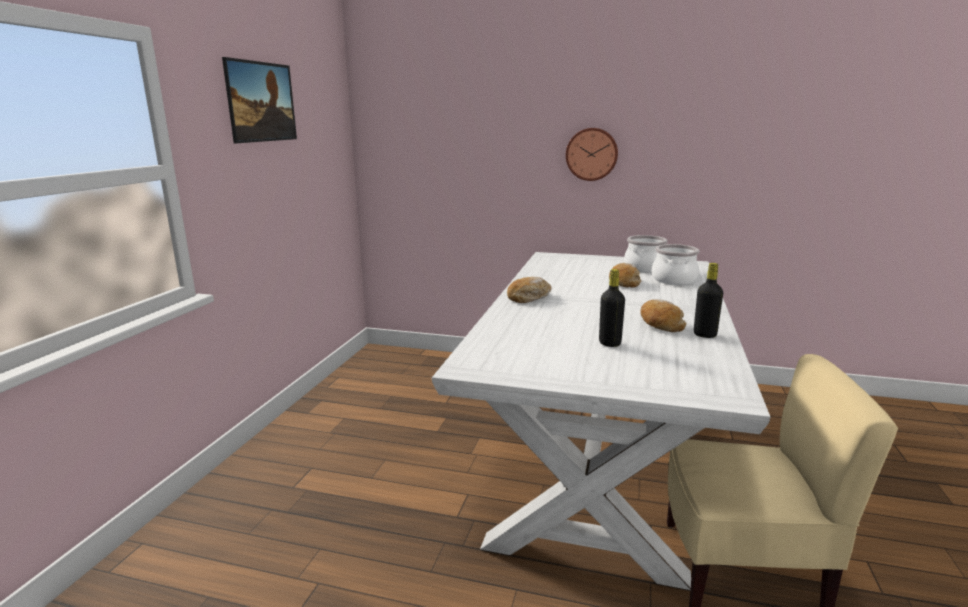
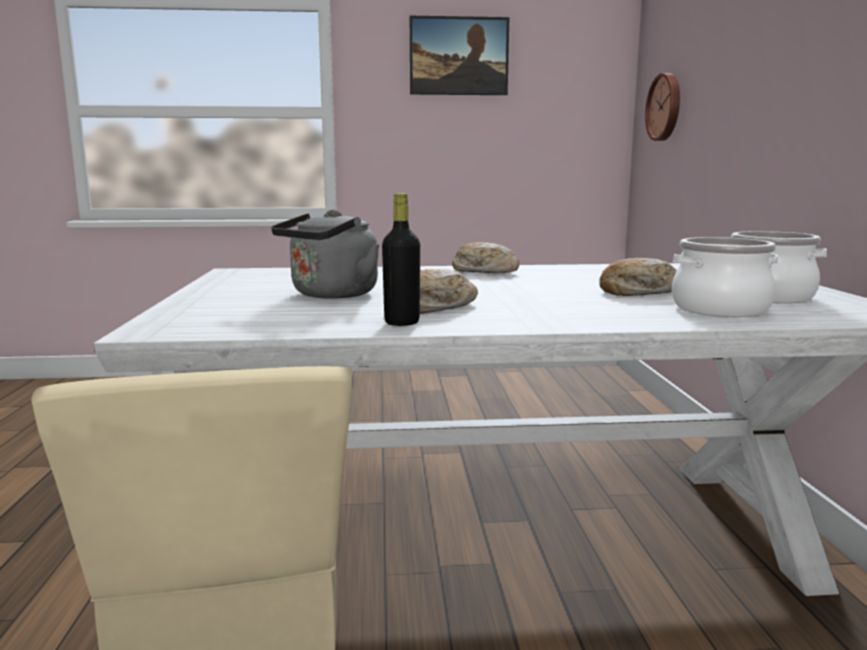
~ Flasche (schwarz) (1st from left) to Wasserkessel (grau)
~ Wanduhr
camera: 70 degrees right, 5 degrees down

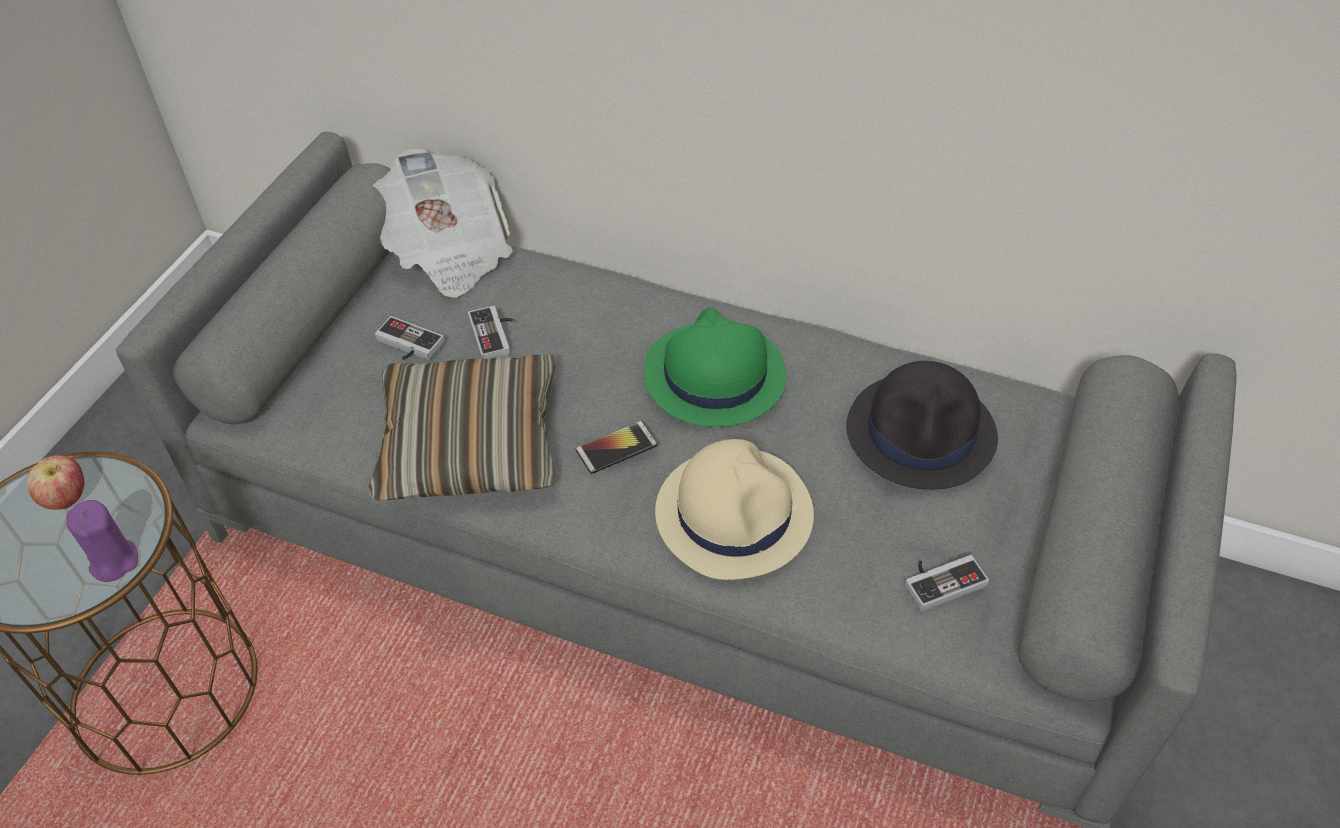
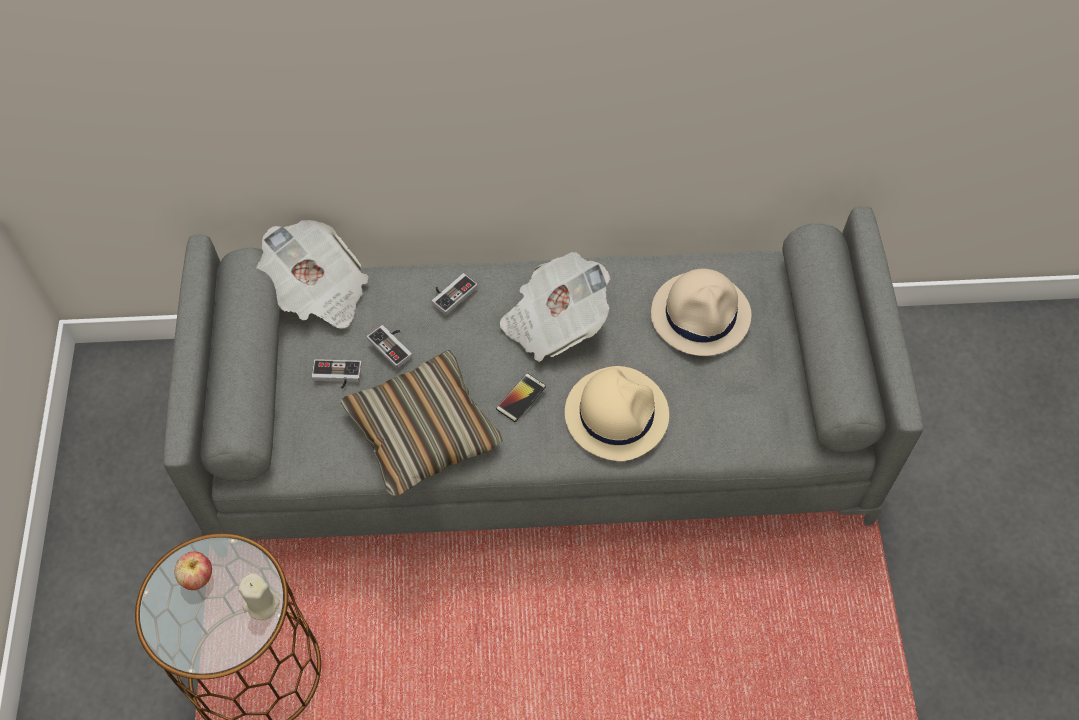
~ Kerze (lila) to Kerze (beige)
~ Gamepad (3rd from left)
~ Hut (grün) to Zeitung (2nd from left)
~ Hut (schwarz) to Hut (beige) (2nd from left)
camera: 25 degrees left, 10 degrees up

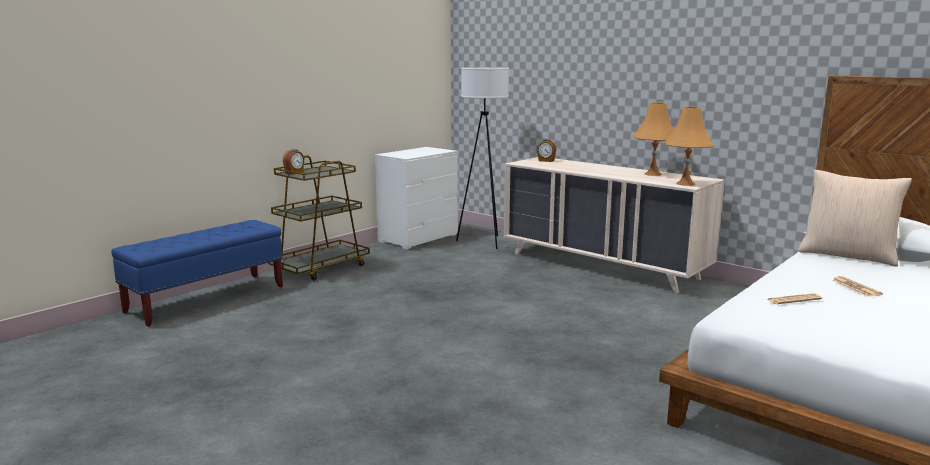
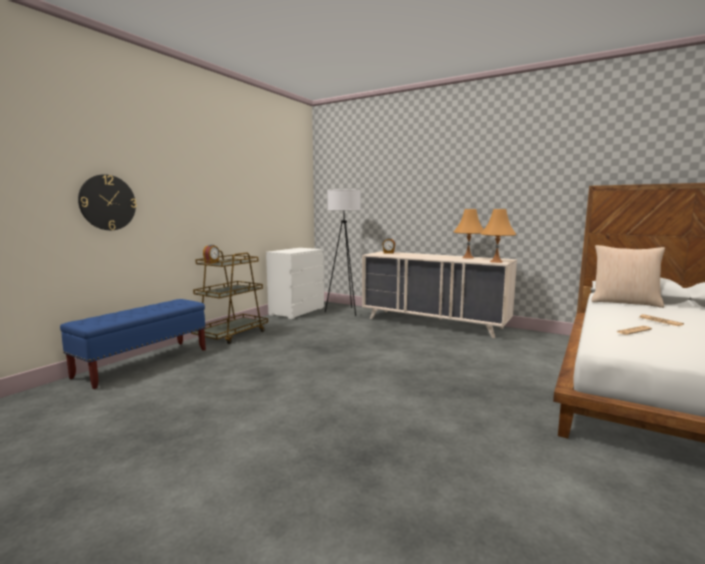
+ Wanduhr
camera: 10 degrees left, 5 degrees down

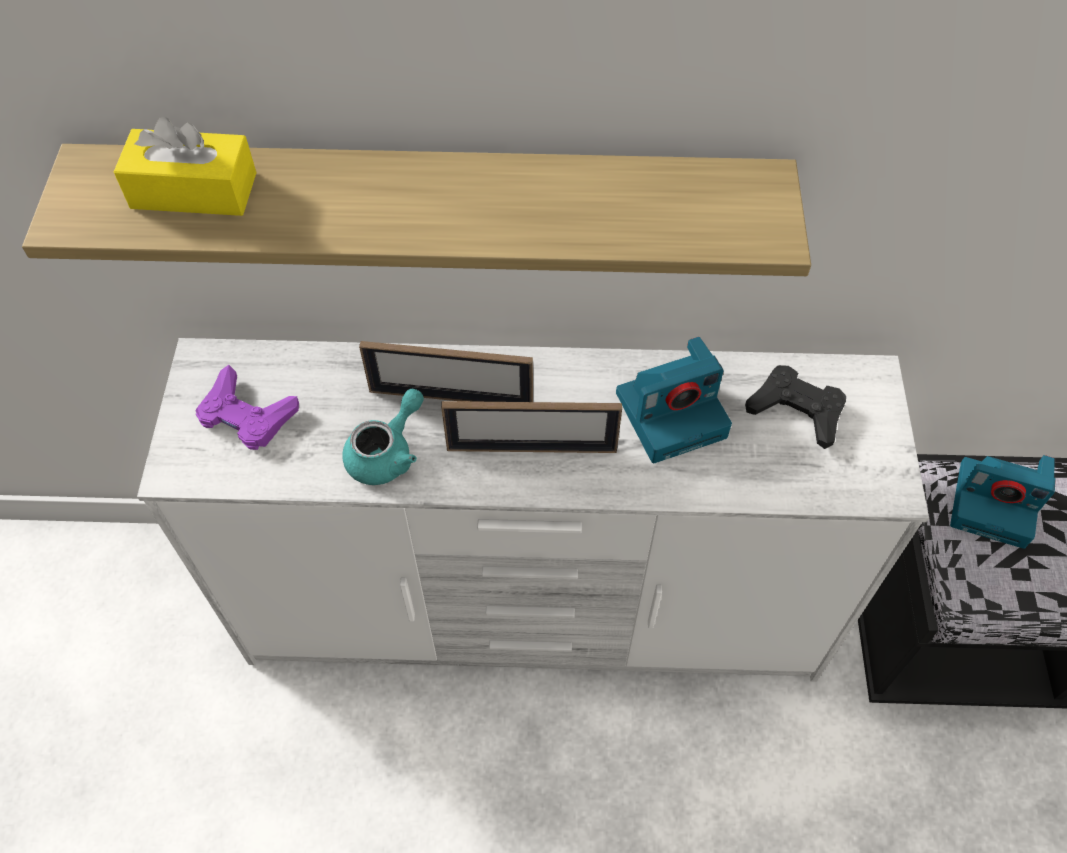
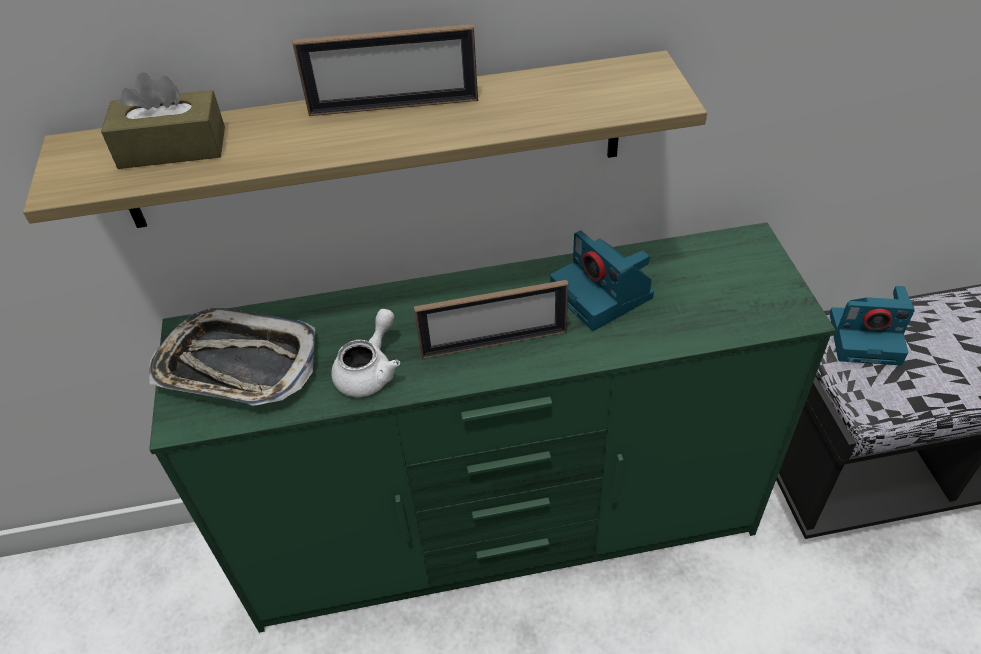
~ Taschentuchbox (gelb) to Taschentuchbox (braun)
~ Kommode (weiß) to Kommode (grün)
~ Gamepad (lila) to Tablett
~ Bilderrahmen (1st from left)
~ Teekanne (türkis) to Teekanne (weiß)
~ Kamera (1st from left) 90 degrees clockwise
- Gamepad (schwarz)
camera: 10 degrees left, 10 degrees down

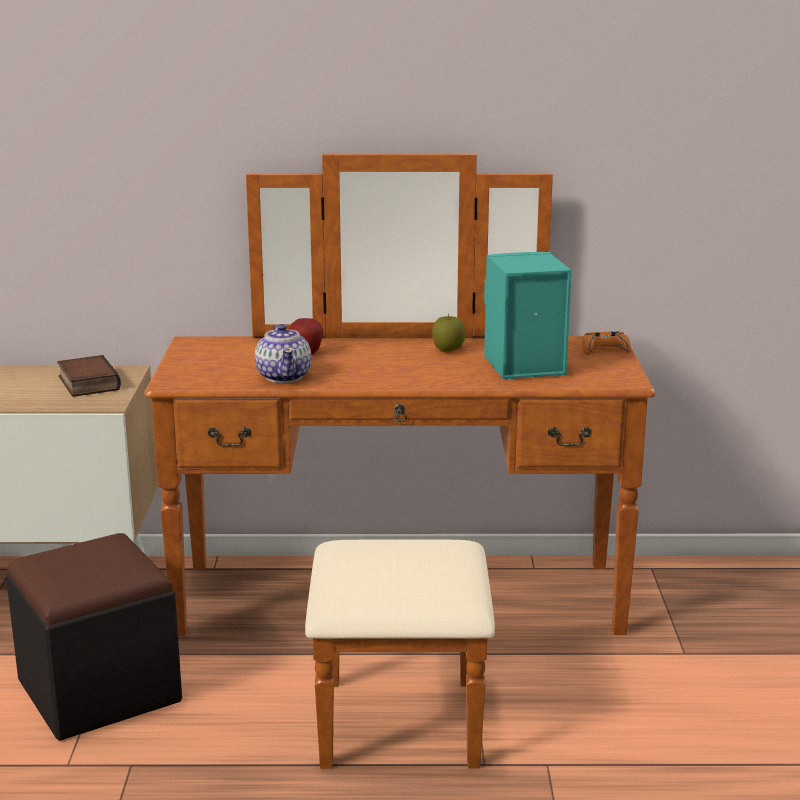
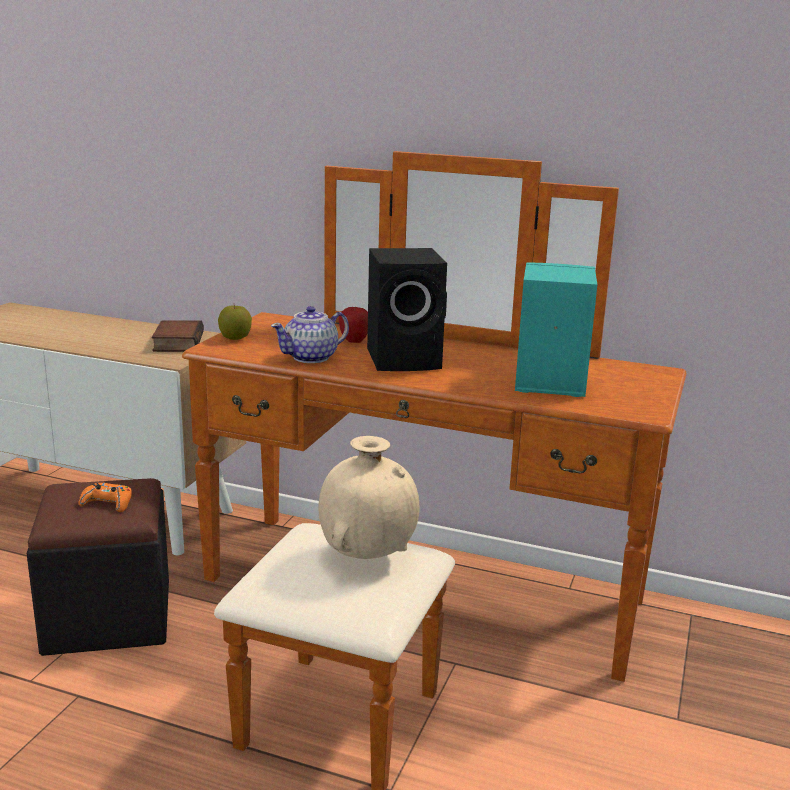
~ Gamepad (orange)
~ Apfel (2nd from left in the first image) to Apfel (1st from left)
~ Teekanne 45 degrees clockwise
+ Vase (beige)
+ Lautsprecher (schwarz)
camera: 20 degrees right, 0 degrees up

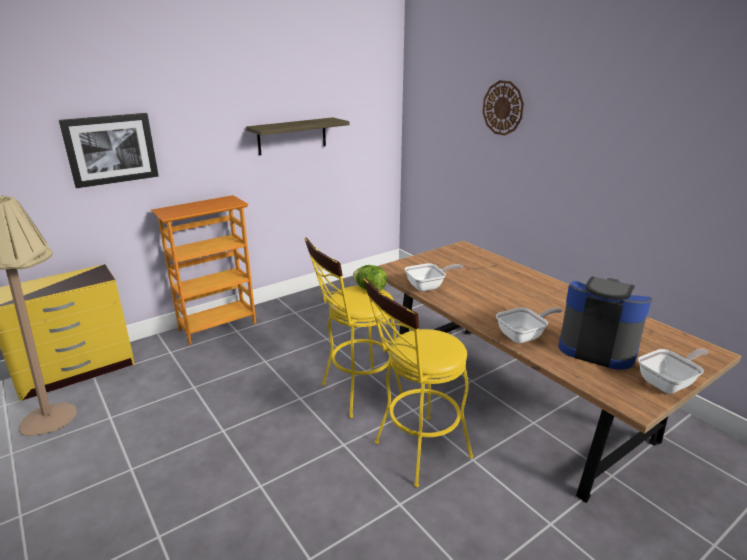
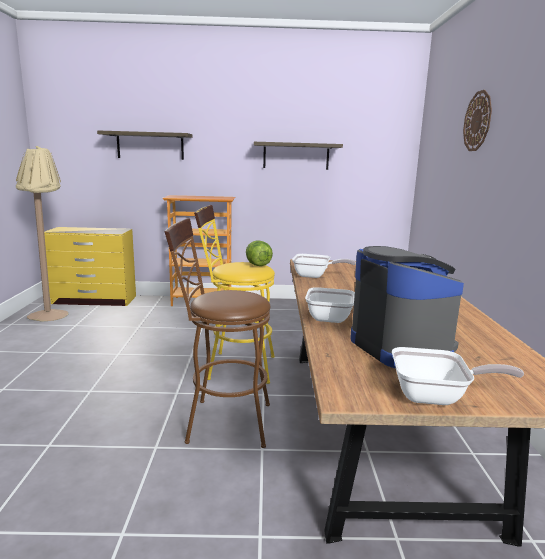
~ Bild to Wandregal (1st from left)
~ Hocker (gelb) (2nd from left) to Hocker (braun)
camera: 35 degrees right, 10 degrees down

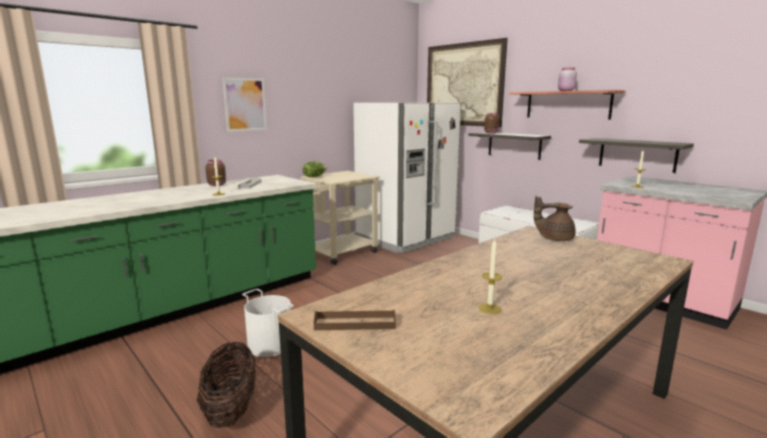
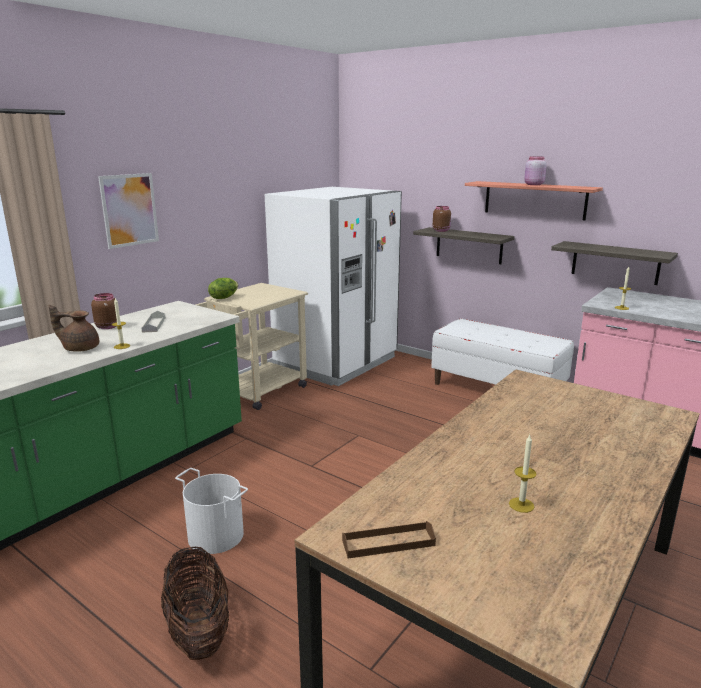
~ Teekanne (braun)
- Bild (2nd from left)
camera: 10 degrees left, 5 degrees up

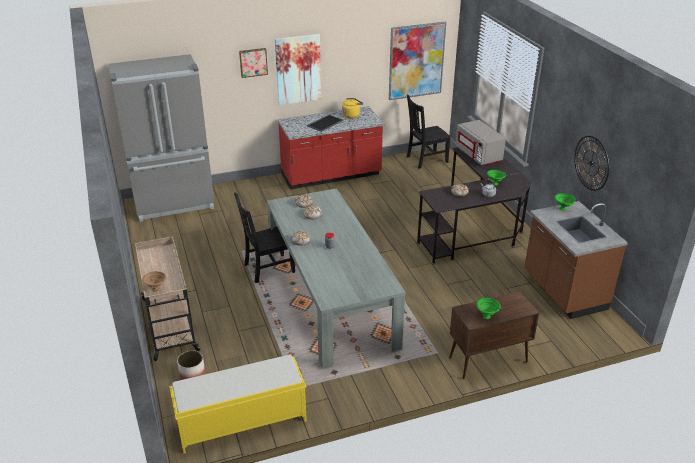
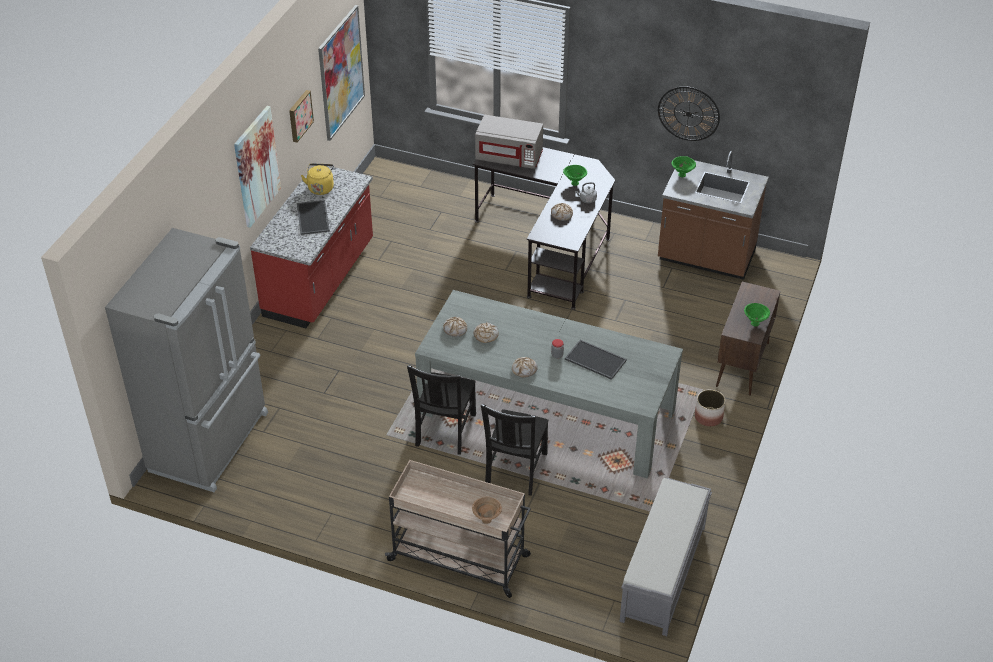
~ Bild (1st from left in the first image) to Bild (2nd from left)
~ Stuhl (schwarz) (2nd from left)
+ Tablett (2nd from left)
~ Bank (gelb) to Bank (grau)
~ Pflanzkübel
camera: 50 degrees left, 10 degrees up

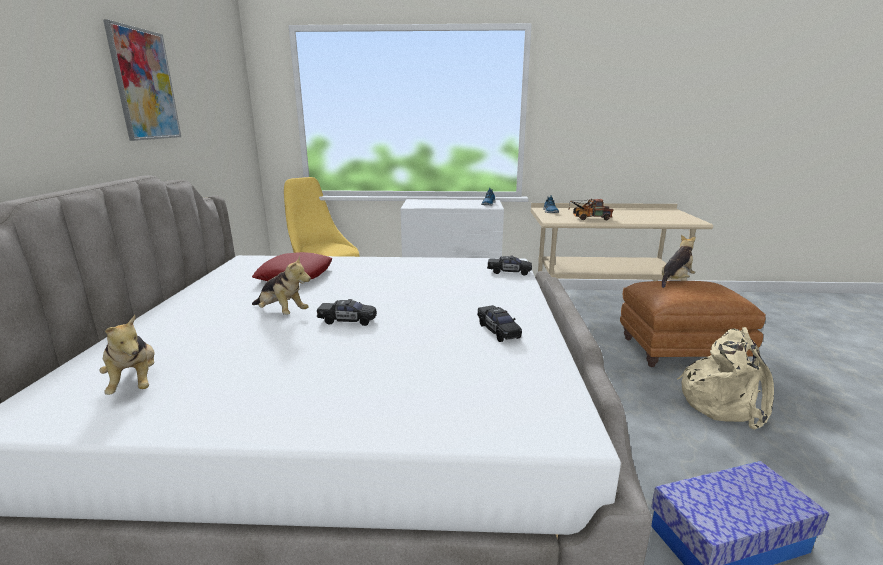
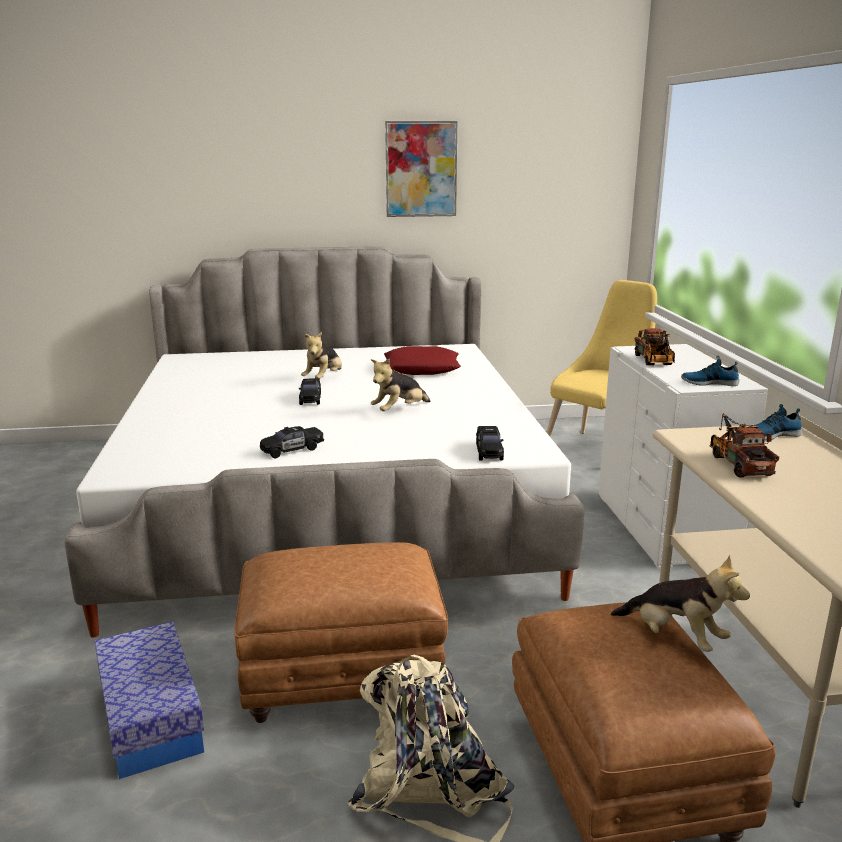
+ Polsterhocker (braun) (1st from left)
~ Plüschtier (1st from left in the first image) to Plüschtier (2nd from left)
+ Spielzeuglaster (1st from left)
camera: 80 degrees right, 0 degrees up

